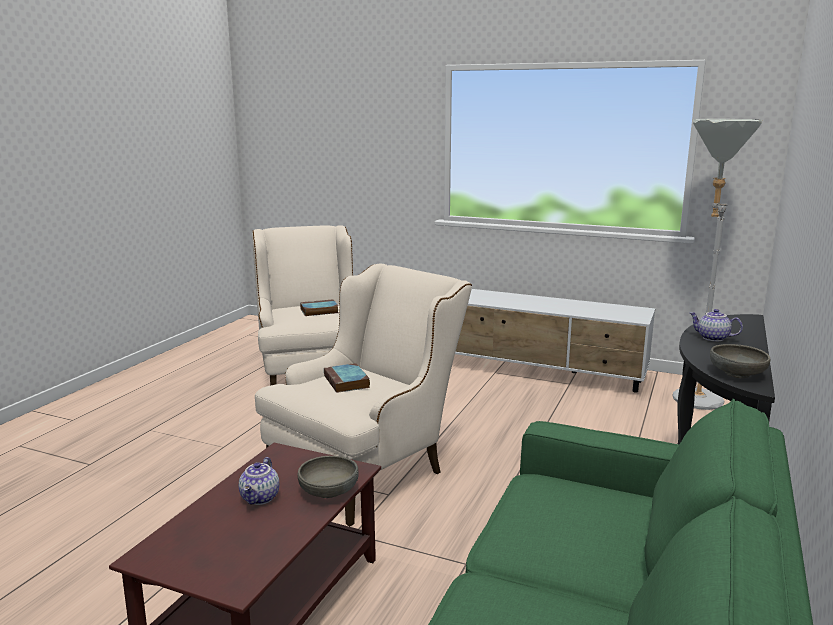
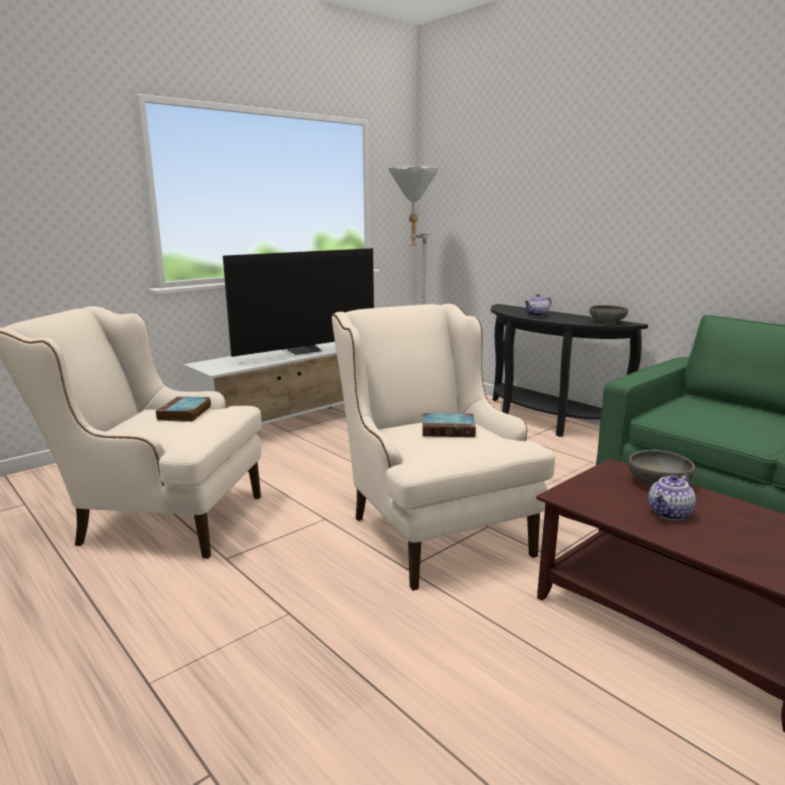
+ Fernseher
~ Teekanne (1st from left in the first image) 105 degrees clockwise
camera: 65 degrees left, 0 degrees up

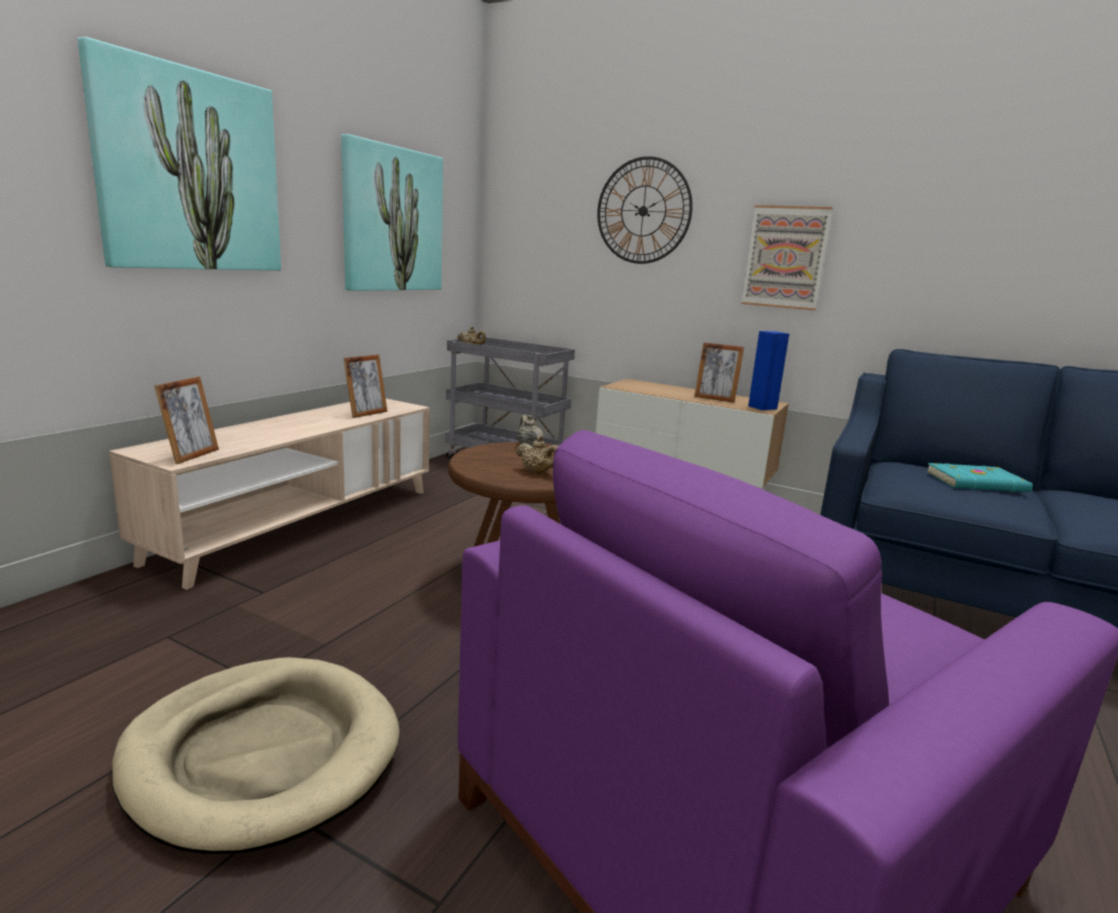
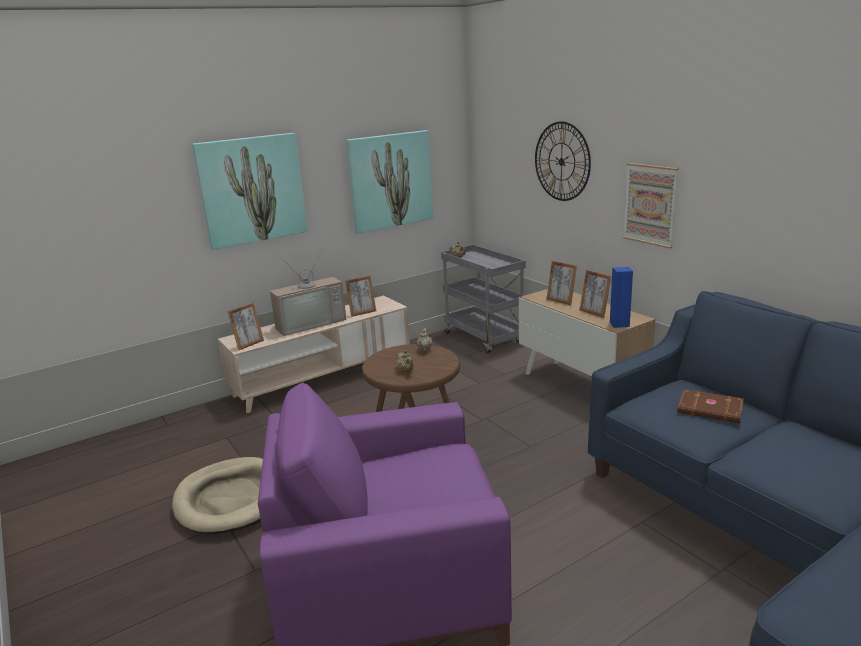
+ Fernseher
+ Bilderrahmen (3rd from left)
~ Buch (türkis) to Buch (braun)
camera: 30 degrees right, 5 degrees up

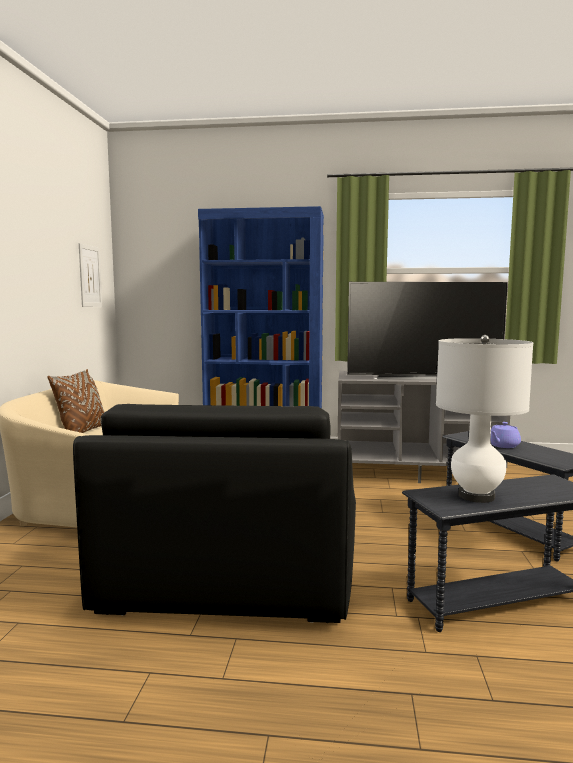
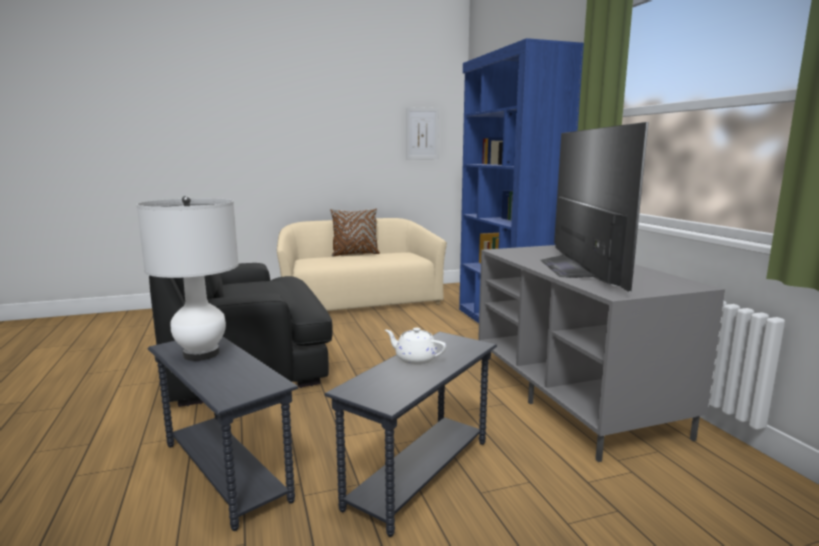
~ Teekanne (lila) to Teekanne (weiß)
~ Fernseher 150 degrees counterclockwise
camera: 65 degrees right, 5 degrees up

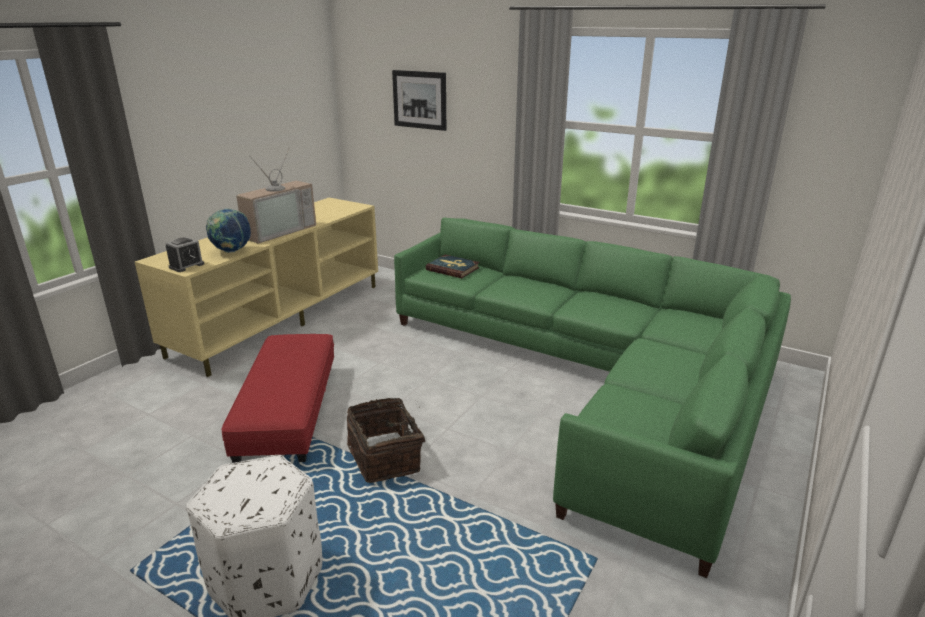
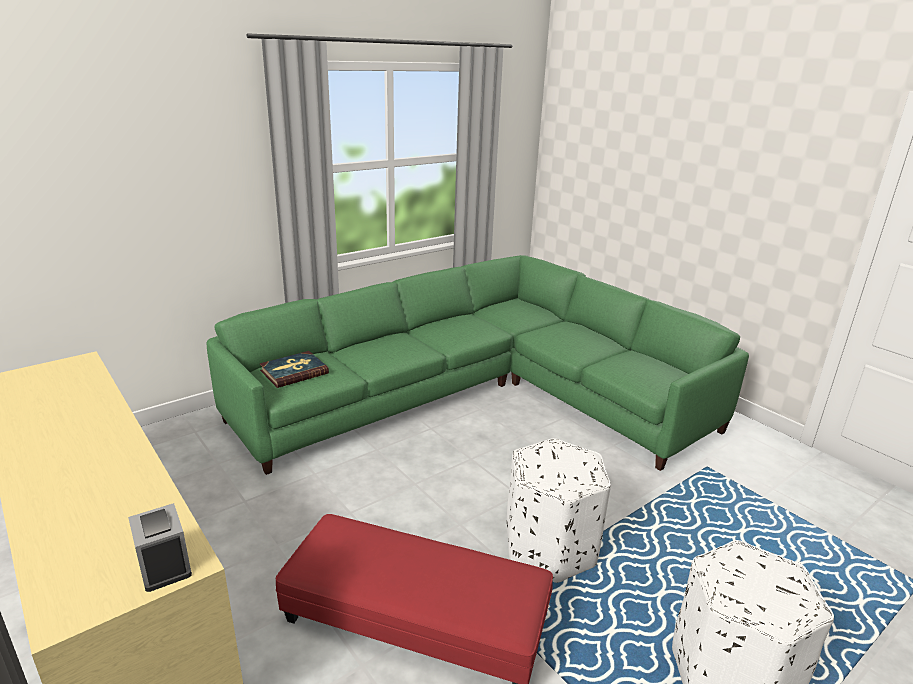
~ Korb to Polsterhocker (weiß) (1st from left)
- Globus
- Fernseher
- Bild
camera: 70 degrees left, 0 degrees up

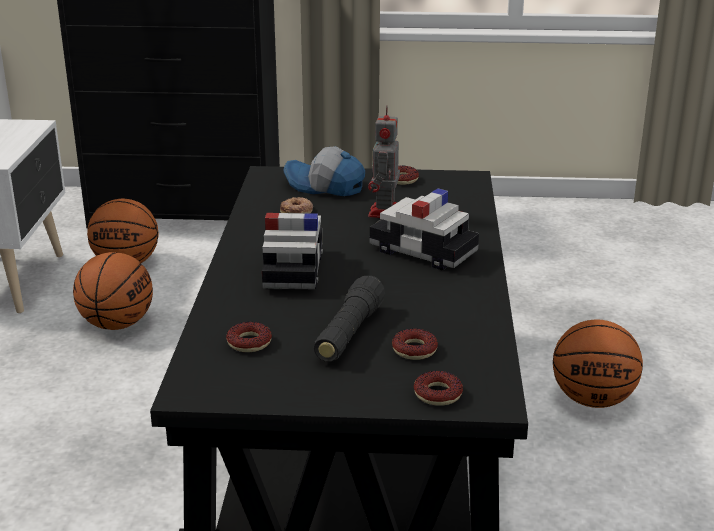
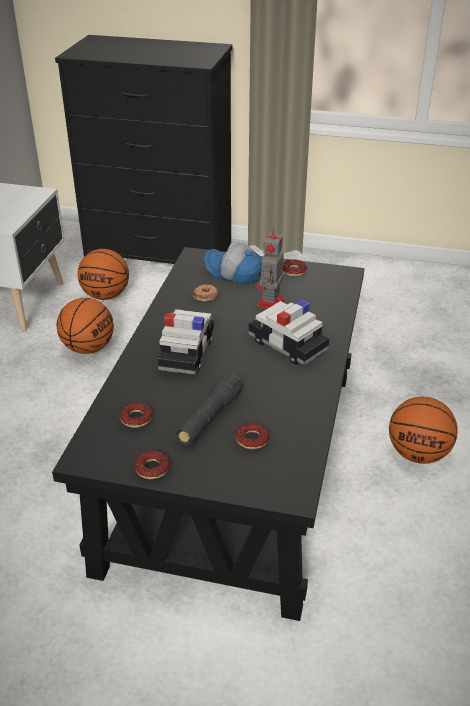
~ Donut (5th from left in the first image) to Donut (2nd from left)
camera: 10 degrees right, 10 degrees up

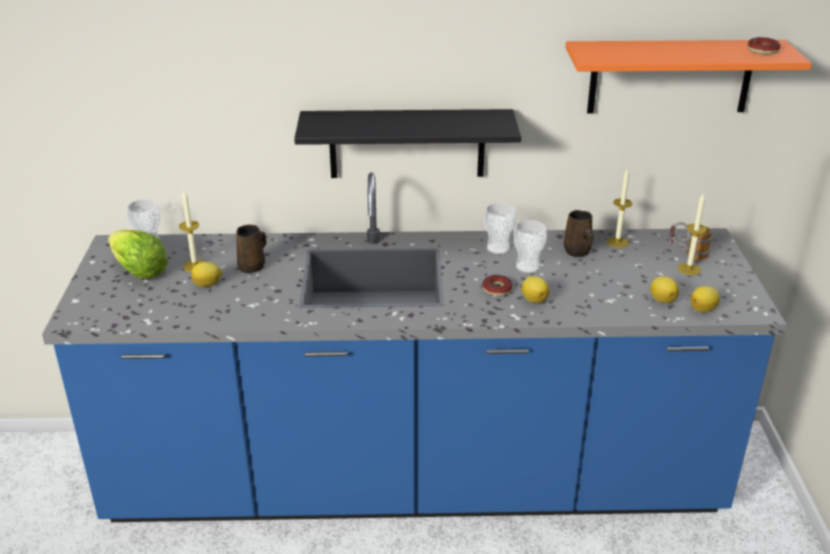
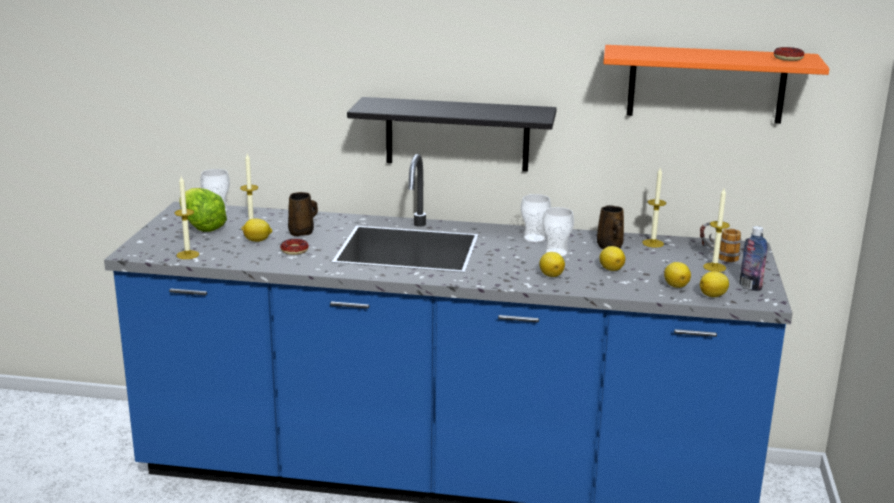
+ Kerze (1st from left)
~ Donut (1st from left)
+ Zitrone (3rd from left)
+ Flasche
camera: 10 degrees right, 10 degrees down

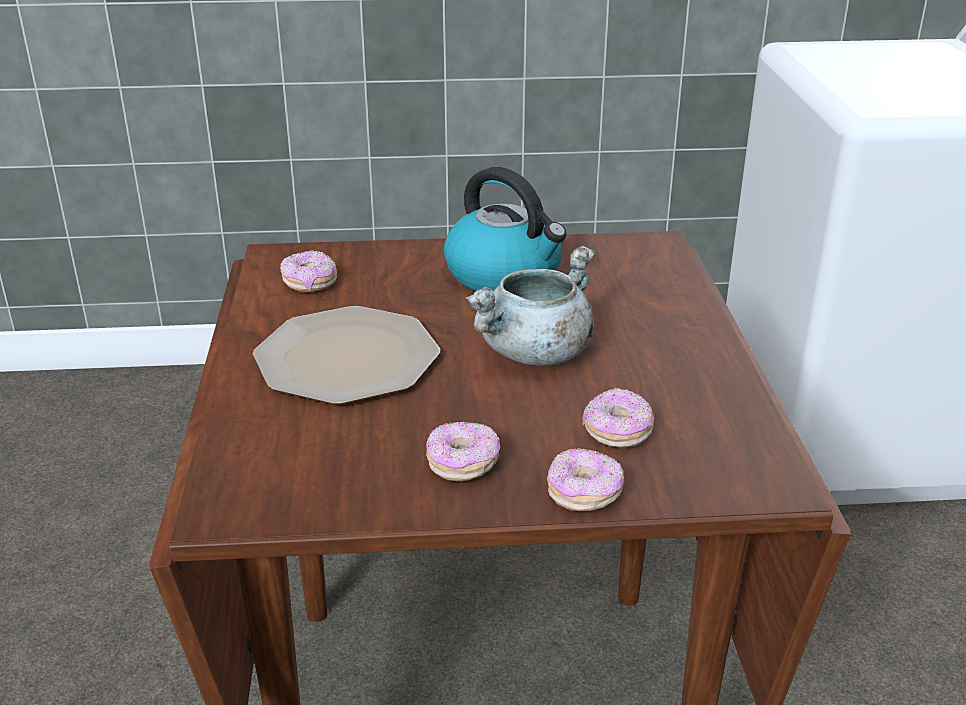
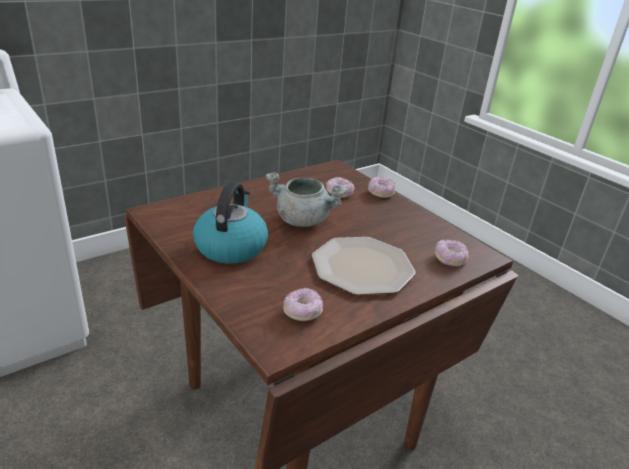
~ Donut (2nd from left in the first image) to Donut (4th from left)
camera: 125 degrees left, 0 degrees up

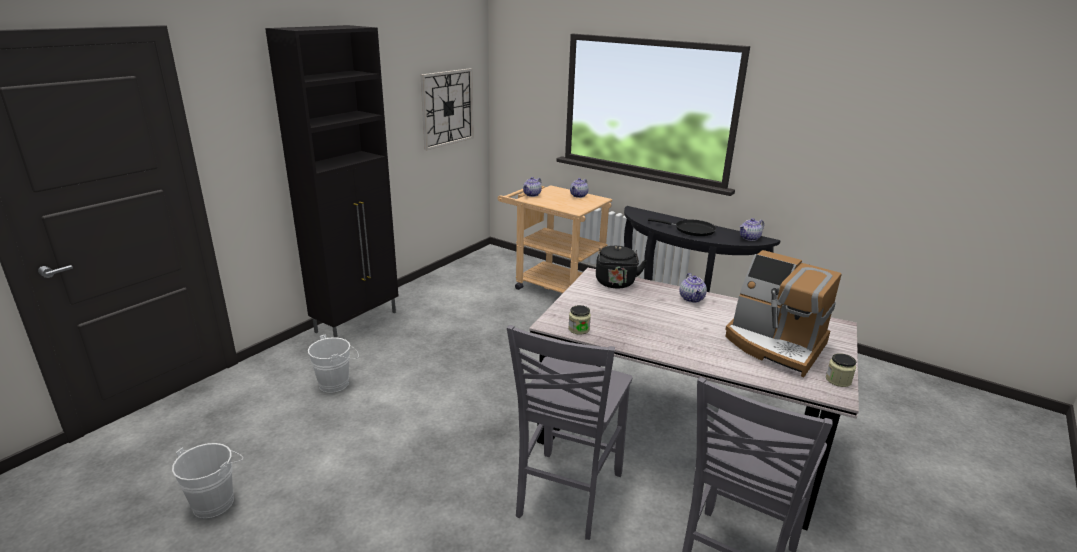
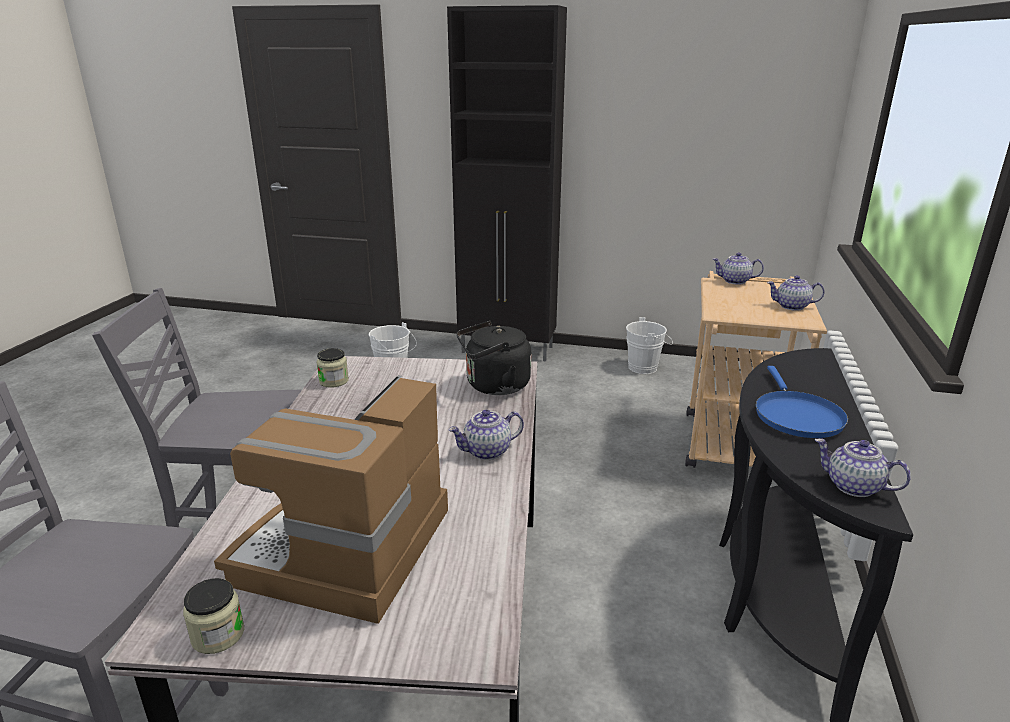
~ Eimer (weiß) (1st from left in the first image) to Eimer (weiß) (2nd from left)
~ Pfanne (schwarz) to Pfanne (blau)
- Wanduhr
camera: 70 degrees right, 0 degrees up

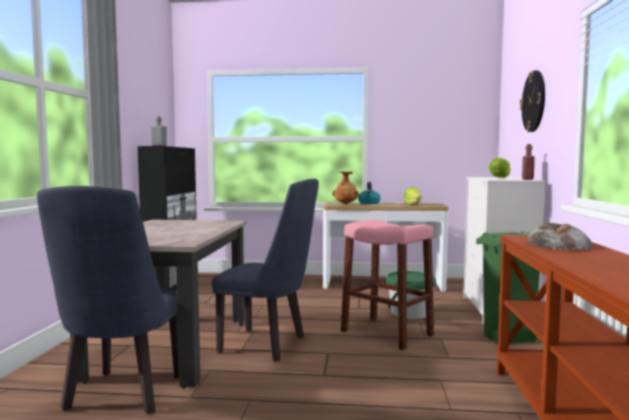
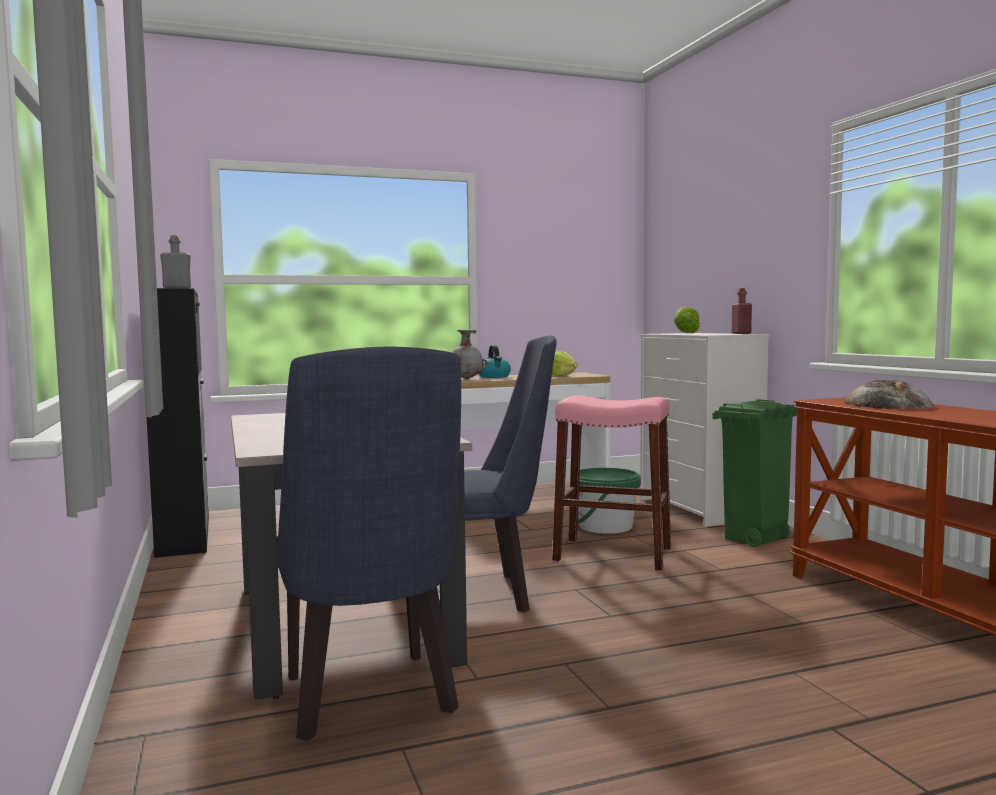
~ Vase (braun) to Vase (grau)
- Wanduhr
camera: 25 degrees left, 0 degrees up

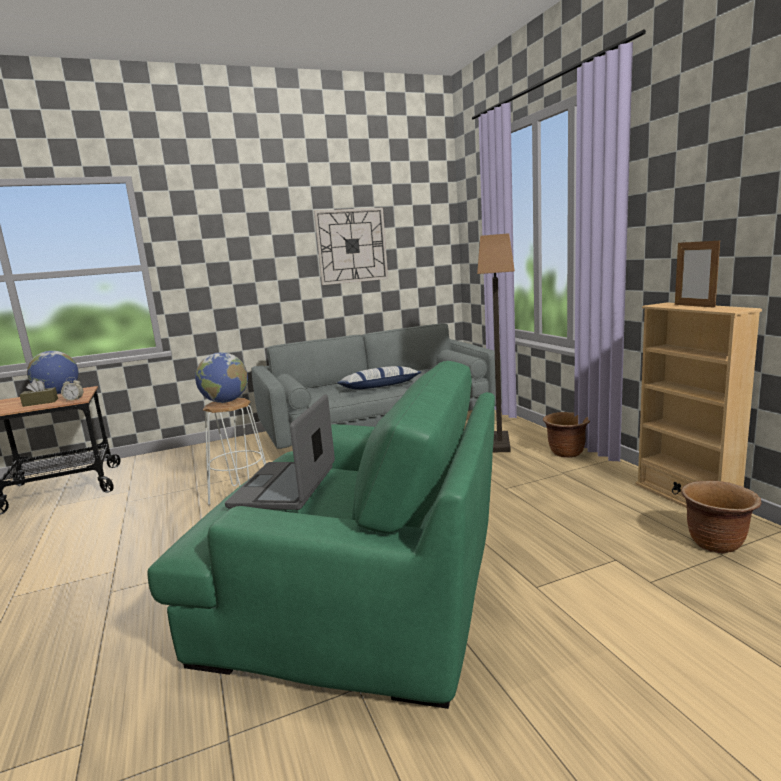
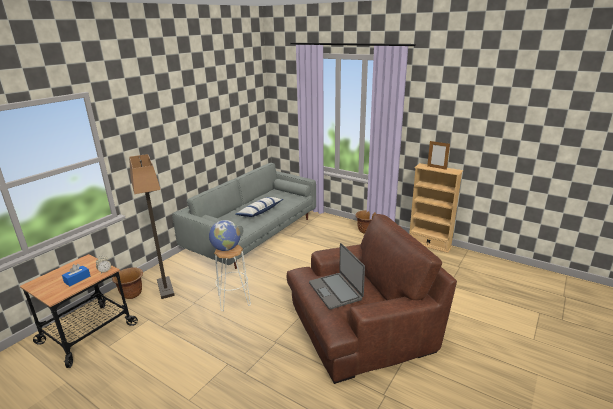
~ Taschentuchbox (braun) to Taschentuchbox (blau)
~ Pflanzkübel (braun) (2nd from left in the first image) to Pflanzkübel (braun) (1st from left)
~ Stehlampe
~ Sessel (grün) to Sessel (braun)
- Globus (1st from left)
- Wanduhr
camera: 35 degrees left, 10 degrees up

